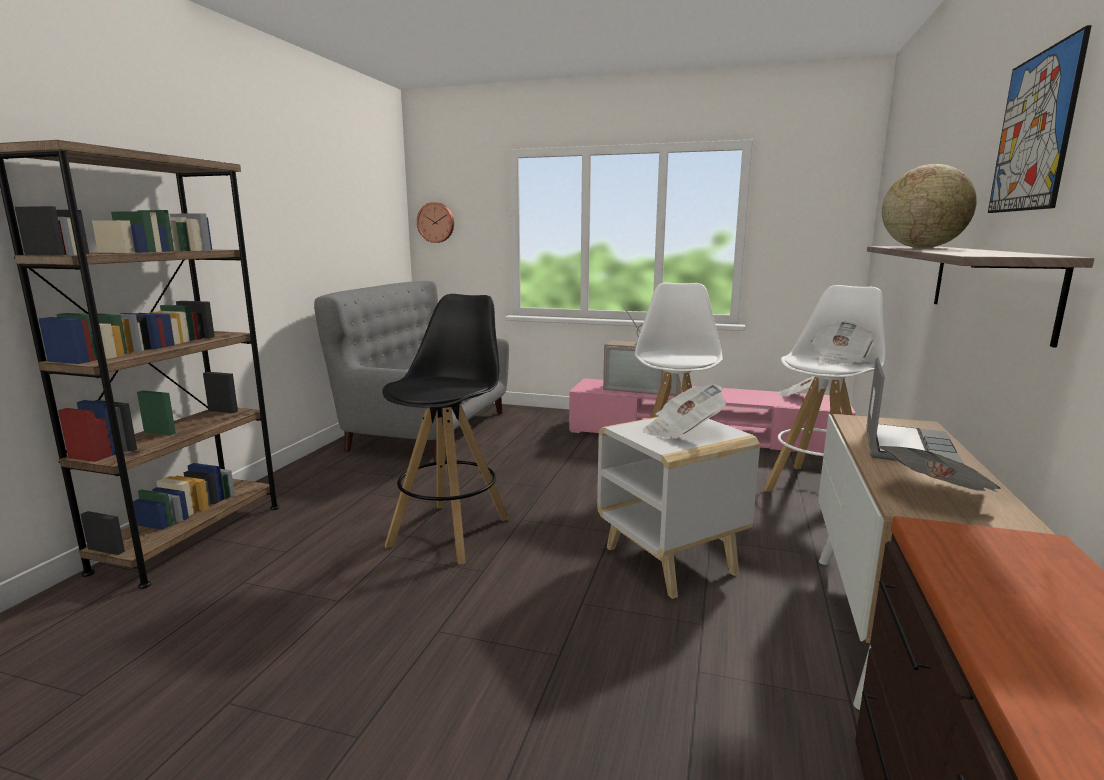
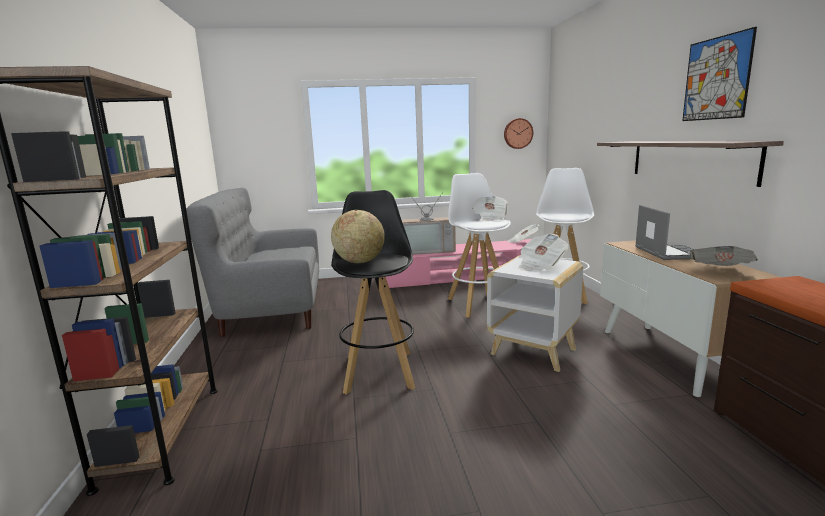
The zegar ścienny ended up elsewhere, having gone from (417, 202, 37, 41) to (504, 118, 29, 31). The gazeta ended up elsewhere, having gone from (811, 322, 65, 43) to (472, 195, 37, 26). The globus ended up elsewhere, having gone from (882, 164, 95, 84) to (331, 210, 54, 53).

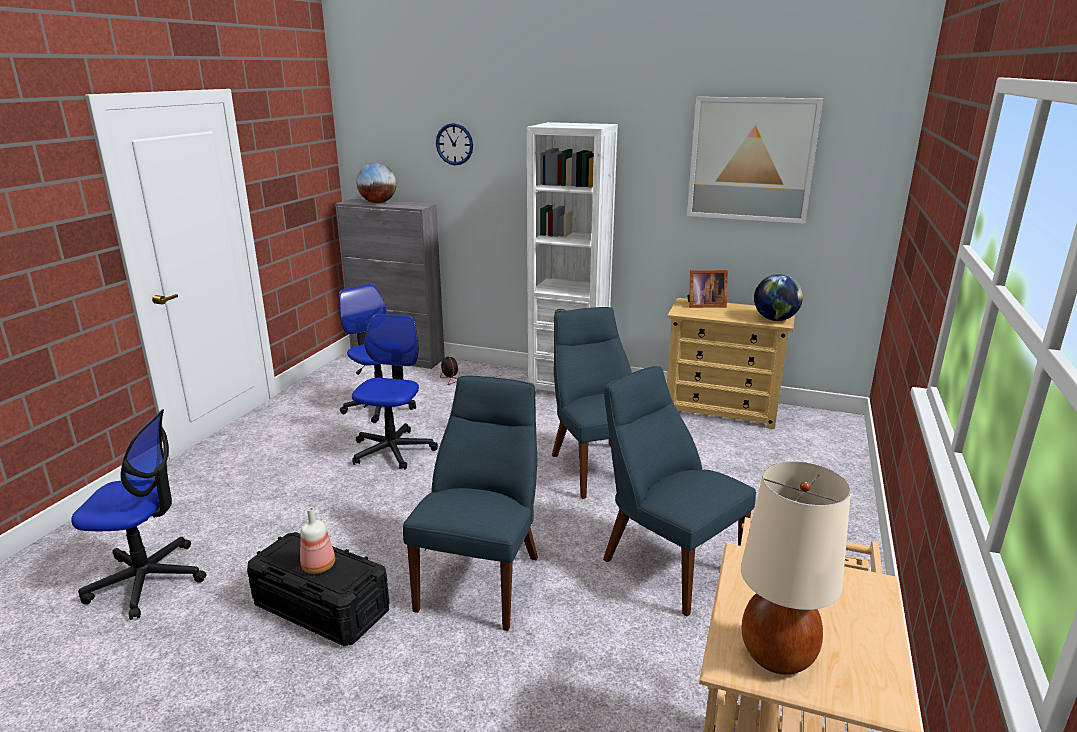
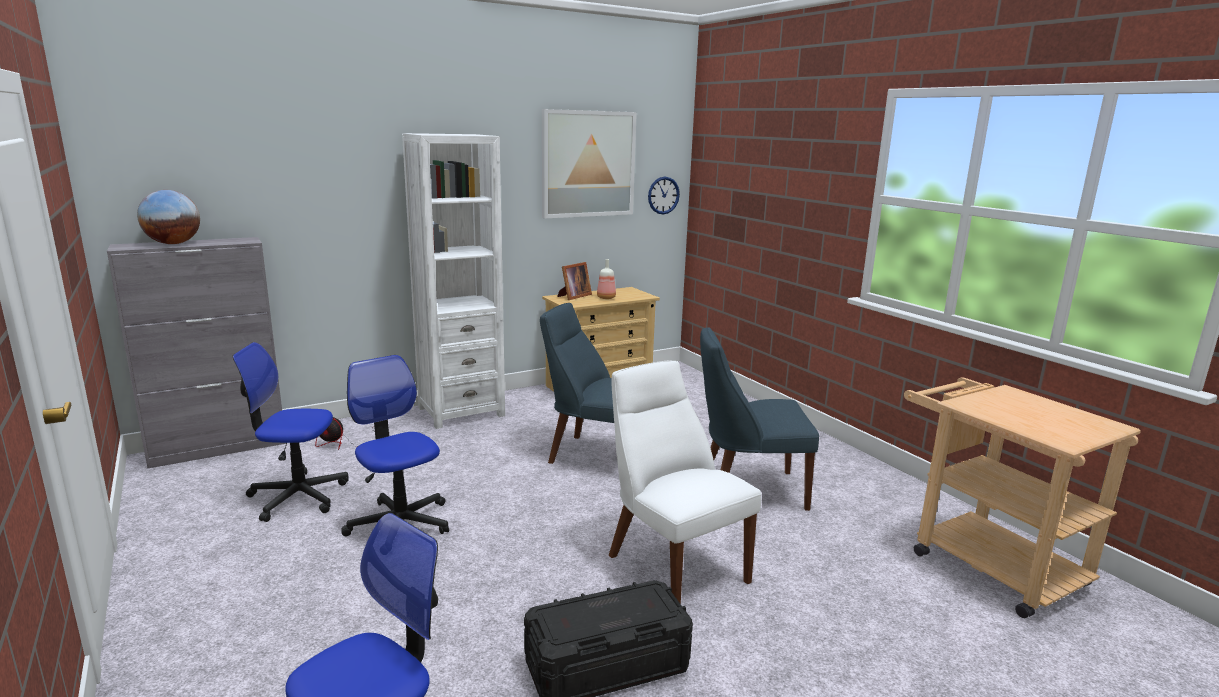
The butelka ended up elsewhere, having gone from (300, 508, 35, 66) to (597, 259, 19, 40). What was the krzesło/niebieski at (403, 376, 135, 255) turned into the krzesło/biały at (609, 360, 152, 244). The zegar ścienny ended up elsewhere, having gone from (436, 123, 37, 42) to (648, 177, 32, 38). The second view lost the lampa stołowa/beżowy at (741, 461, 110, 214). The second view lost the globus at (754, 274, 49, 47).

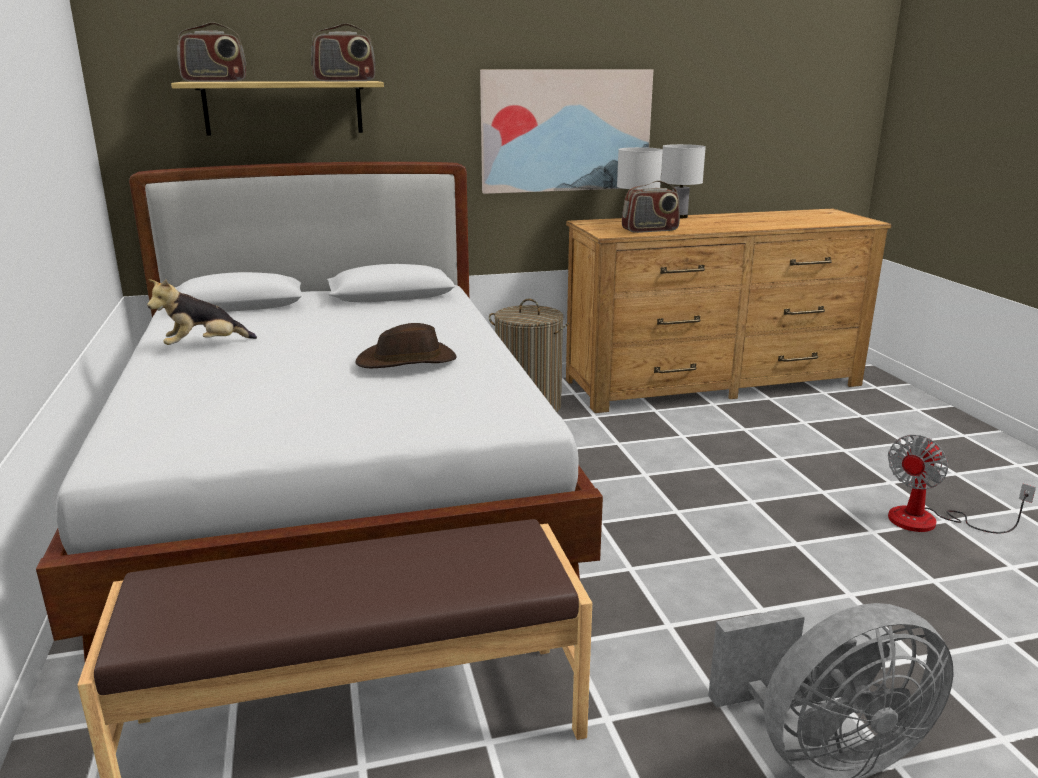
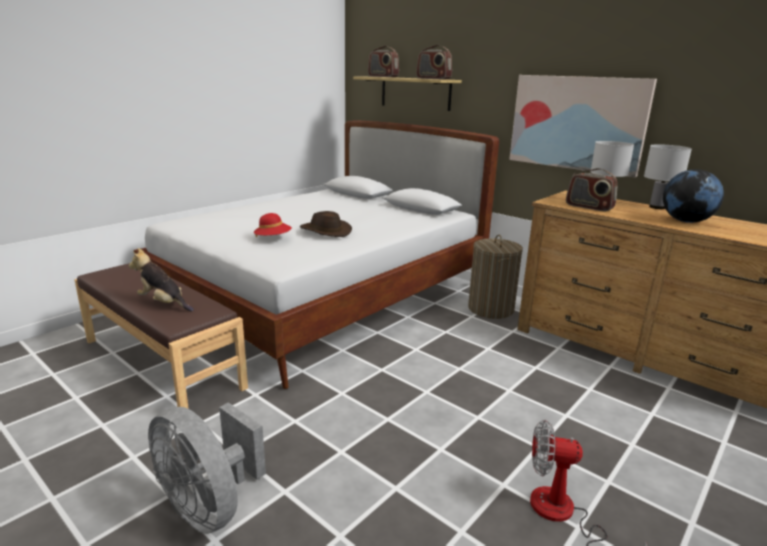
The pluszak ended up elsewhere, having gone from (147, 279, 110, 66) to (129, 248, 65, 64). The second view gained the kapelusz/czerwony at (254, 213, 38, 24). The second view gained the globus at (663, 169, 61, 54).

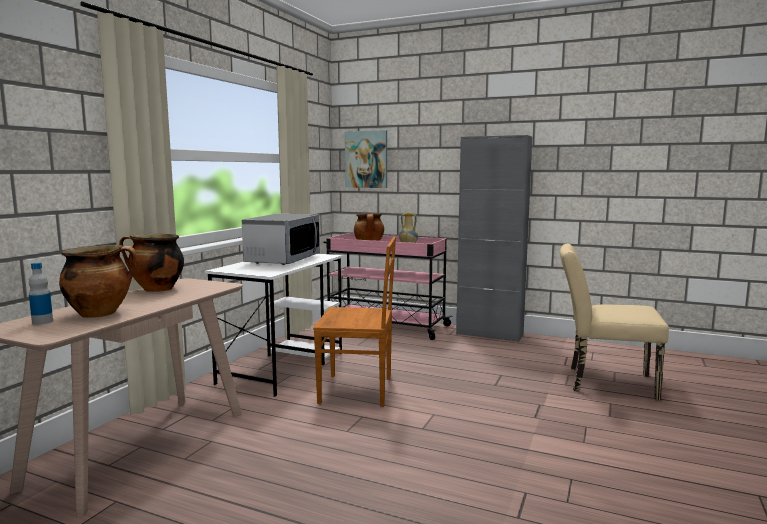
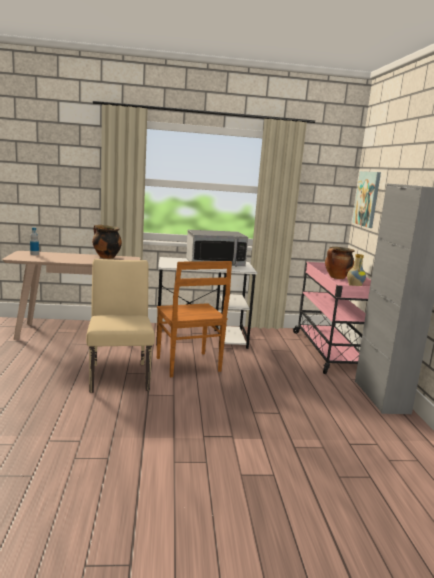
The second view lost the garnek at (59, 245, 77, 73). The krzesło/beżowy ended up elsewhere, having gone from (560, 243, 109, 158) to (86, 259, 69, 134).

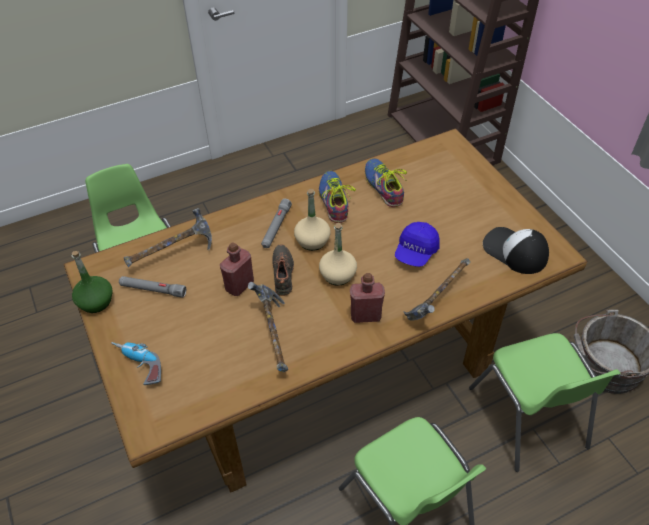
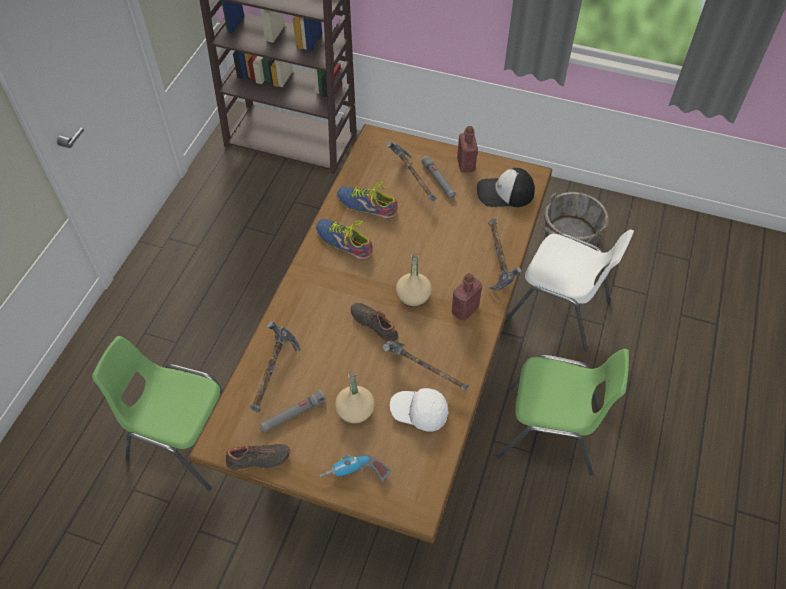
Where the butelka/zielony stood at (72, 251, 41, 62), the but/czarny came to stand at (222, 444, 68, 26). The butelka/czerwony ended up elsewhere, having gone from (220, 242, 34, 54) to (457, 126, 21, 47). The latarka/szary ended up elsewhere, having gone from (261, 199, 31, 49) to (421, 156, 35, 42). The butelka/beżowy ended up elsewhere, having gone from (294, 189, 37, 62) to (335, 370, 40, 54). The second view lost the czapka z daszkiem/niebieski at (395, 222, 45, 45). What was the krzesło/zielony at (469, 333, 151, 139) turned into the krzesło/biały at (506, 229, 128, 123). The second view gained the młotek at (386, 141, 51, 60). The second view gained the czapka z daszkiem/biały at (390, 388, 58, 44).

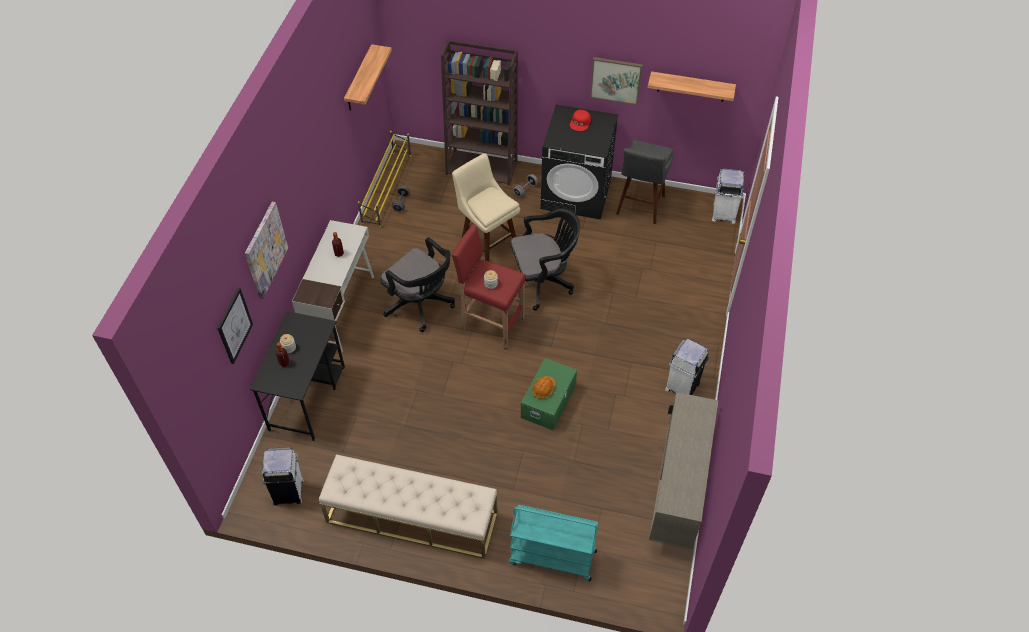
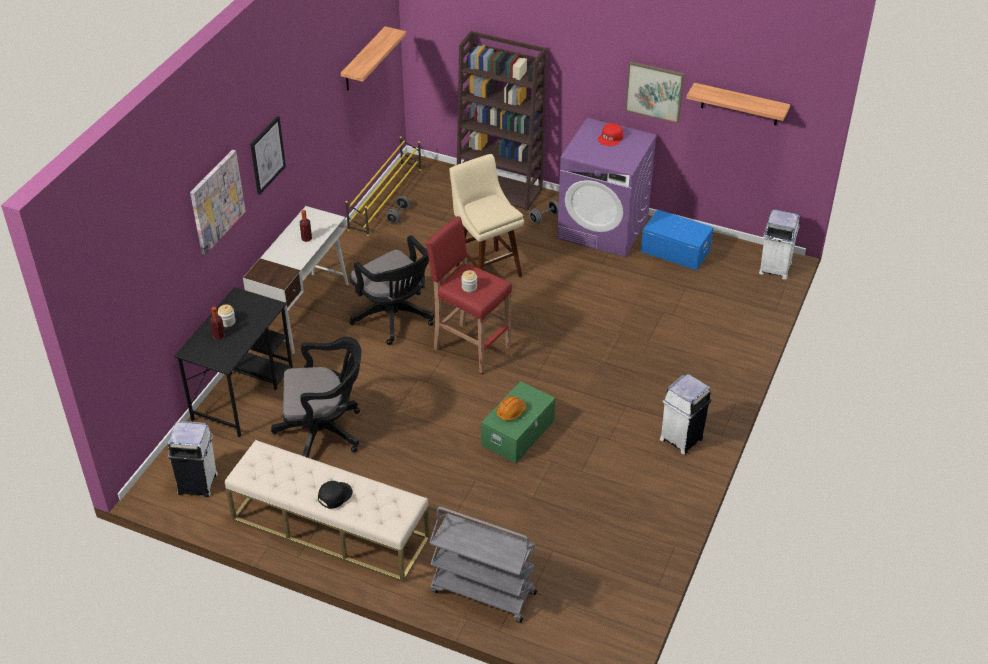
The obraz ended up elsewhere, having gone from (217, 288, 36, 76) to (250, 116, 36, 79). What was the wózek/turkusowy at (509, 505, 89, 76) turned into the wózek/szary at (430, 507, 107, 116). The krzesło biurowe/czarny ended up elsewhere, having gone from (510, 208, 70, 103) to (271, 337, 91, 121). What was the pralka/czarny at (541, 105, 77, 114) turned into the pralka/fioletowy at (557, 118, 100, 139). Where the stołek/szary stood at (616, 140, 58, 84), the pojemnik do przechowywania/niebieski came to stand at (641, 209, 73, 61). The second view lost the szafka/beżowy at (649, 392, 69, 157). The second view gained the czapka z daszkiem/czarny at (318, 481, 34, 28).

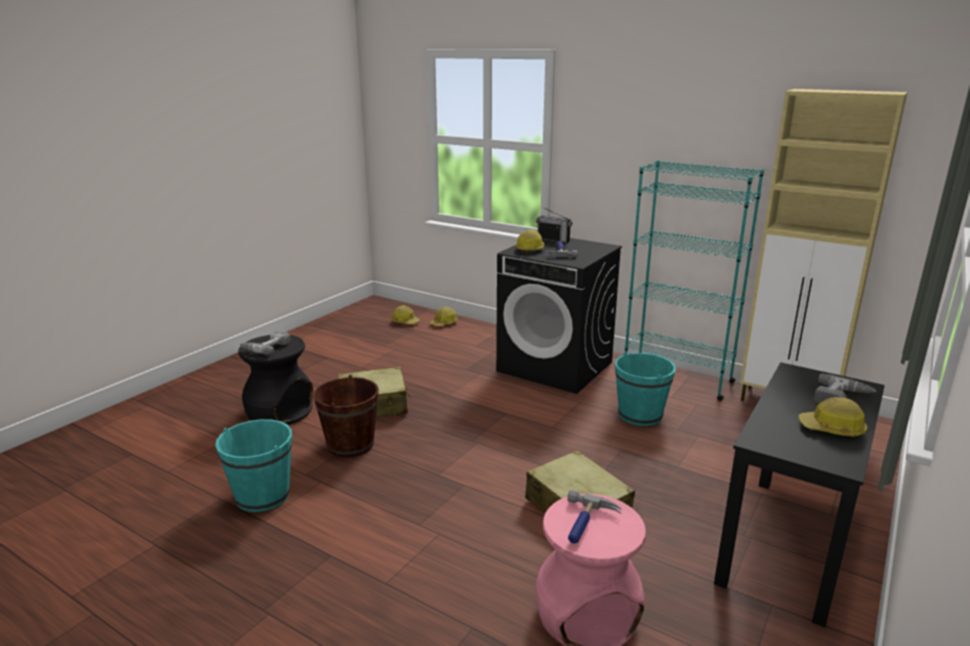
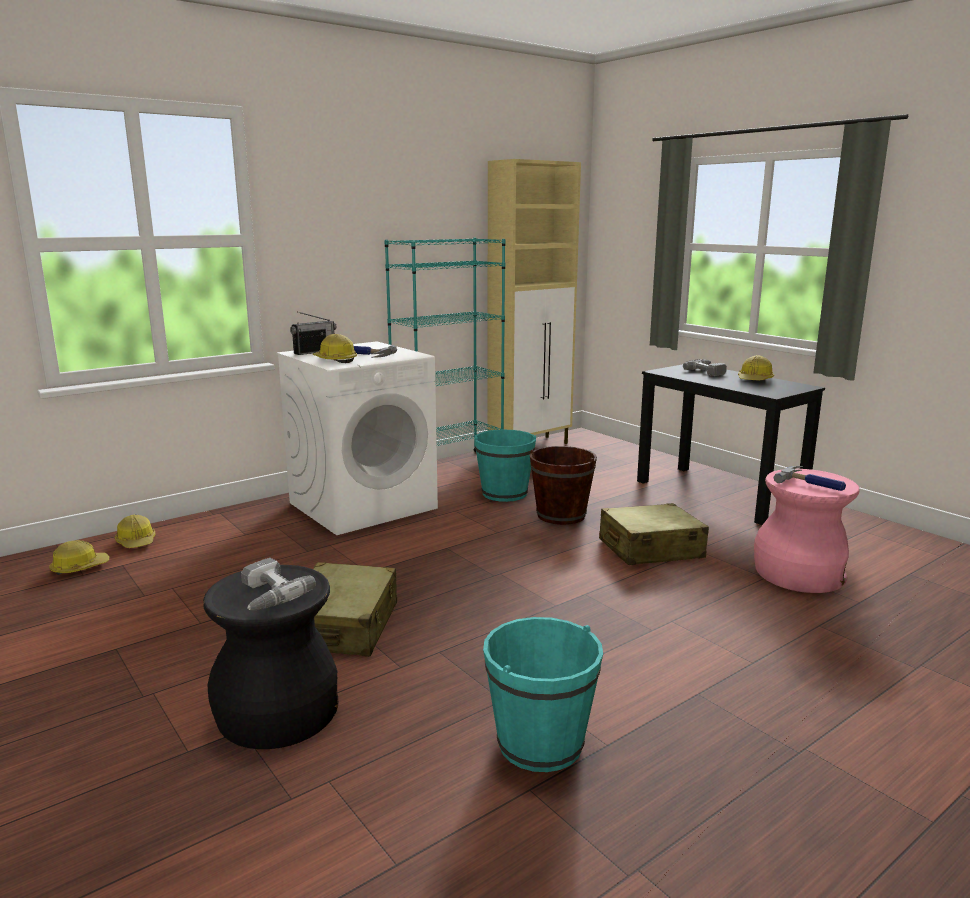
The wiadro/brązowy ended up elsewhere, having gone from (313, 375, 66, 82) to (529, 446, 68, 79). What was the pralka/czarny at (496, 238, 126, 156) turned into the pralka/biały at (277, 341, 161, 194).

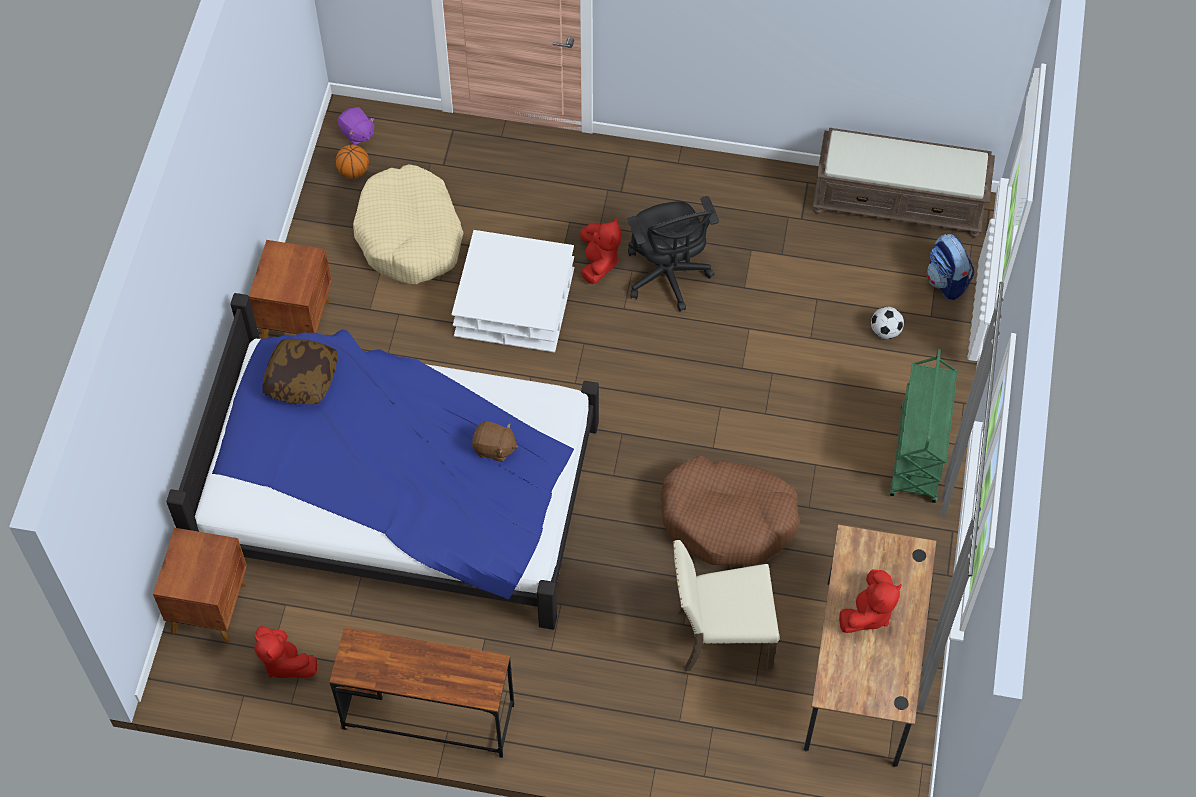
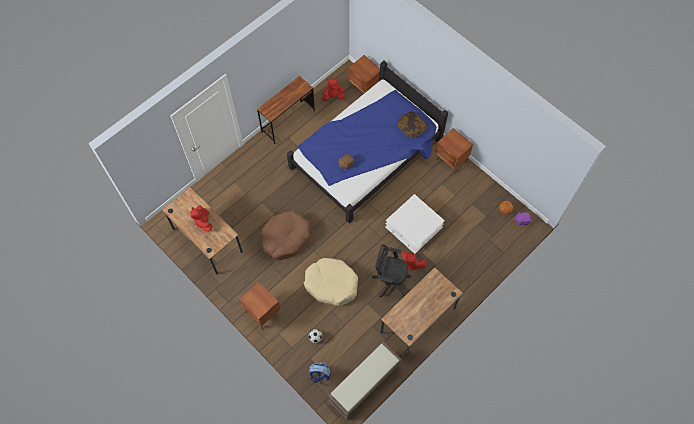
The legowisko/beżowy ended up elsewhere, having gone from (353, 164, 110, 120) to (304, 258, 54, 48). The second view lost the krzesło/beżowy at (673, 540, 107, 131). Where the wózek/zielony stood at (890, 349, 67, 154), the szafka nocna/brązowy came to stand at (240, 282, 40, 47). The second view gained the biurko/brązowy at (380, 267, 83, 91).

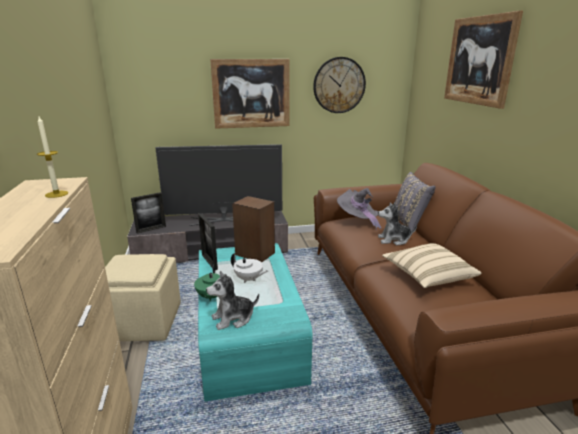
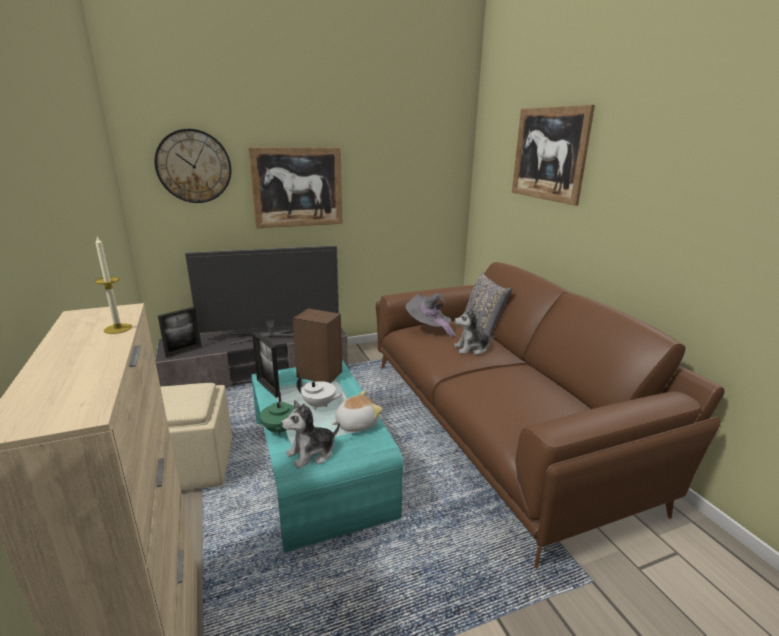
The zegar ścienny ended up elsewhere, having gone from (313, 57, 53, 56) to (154, 129, 77, 74). The second view lost the poduszka/beżowy at (382, 243, 99, 45). The second view gained the pluszak at (332, 391, 50, 41).

